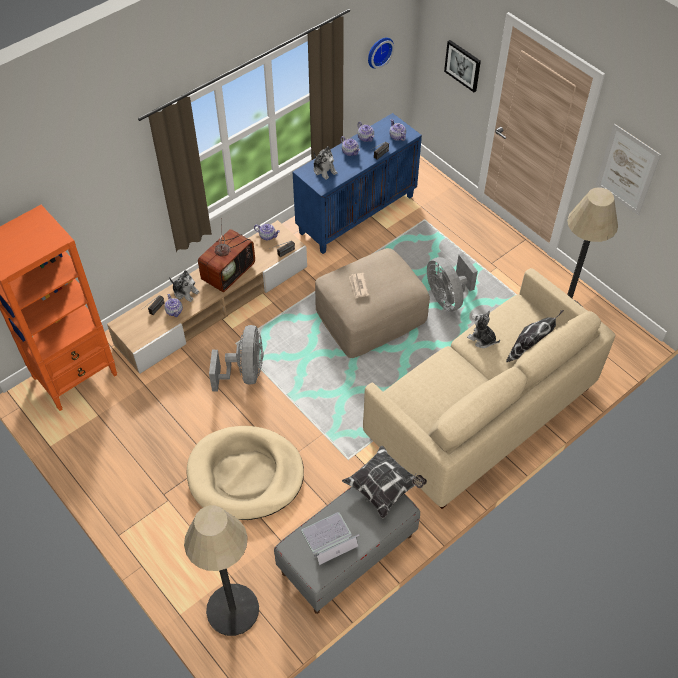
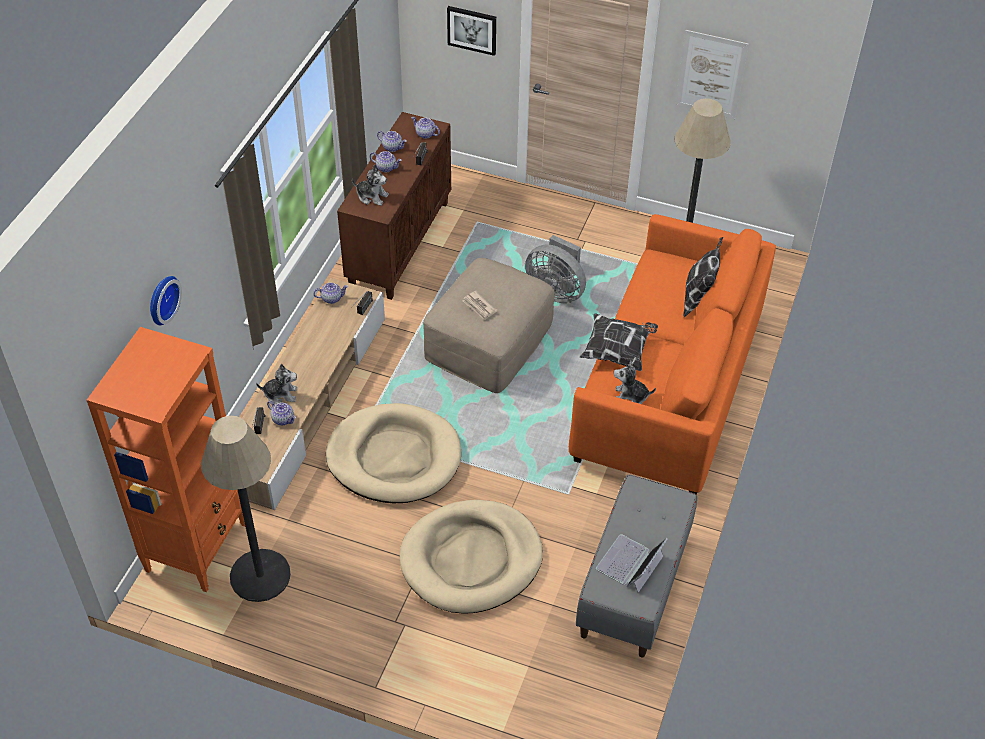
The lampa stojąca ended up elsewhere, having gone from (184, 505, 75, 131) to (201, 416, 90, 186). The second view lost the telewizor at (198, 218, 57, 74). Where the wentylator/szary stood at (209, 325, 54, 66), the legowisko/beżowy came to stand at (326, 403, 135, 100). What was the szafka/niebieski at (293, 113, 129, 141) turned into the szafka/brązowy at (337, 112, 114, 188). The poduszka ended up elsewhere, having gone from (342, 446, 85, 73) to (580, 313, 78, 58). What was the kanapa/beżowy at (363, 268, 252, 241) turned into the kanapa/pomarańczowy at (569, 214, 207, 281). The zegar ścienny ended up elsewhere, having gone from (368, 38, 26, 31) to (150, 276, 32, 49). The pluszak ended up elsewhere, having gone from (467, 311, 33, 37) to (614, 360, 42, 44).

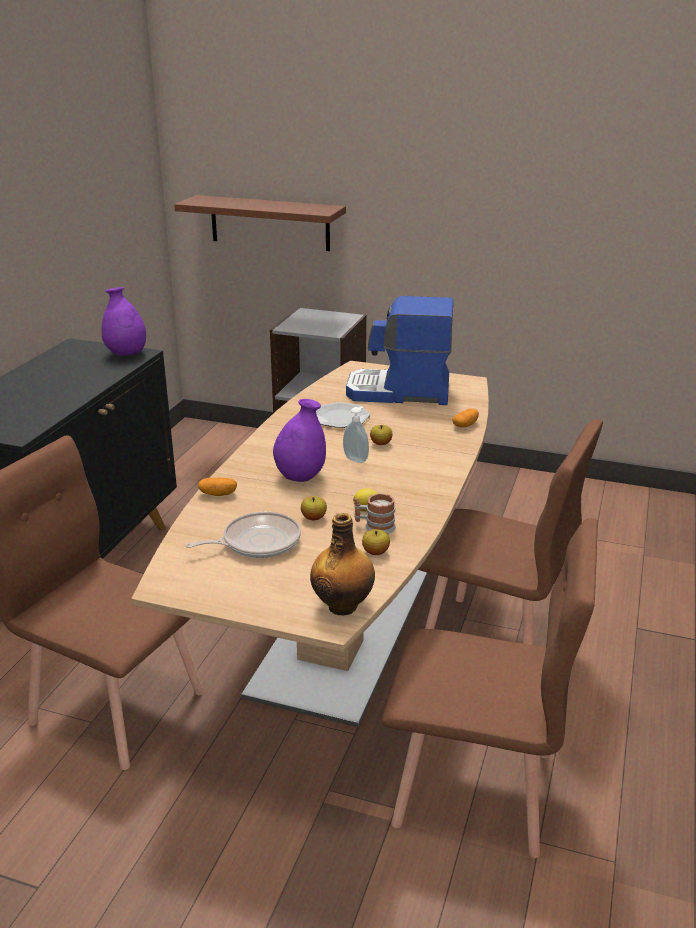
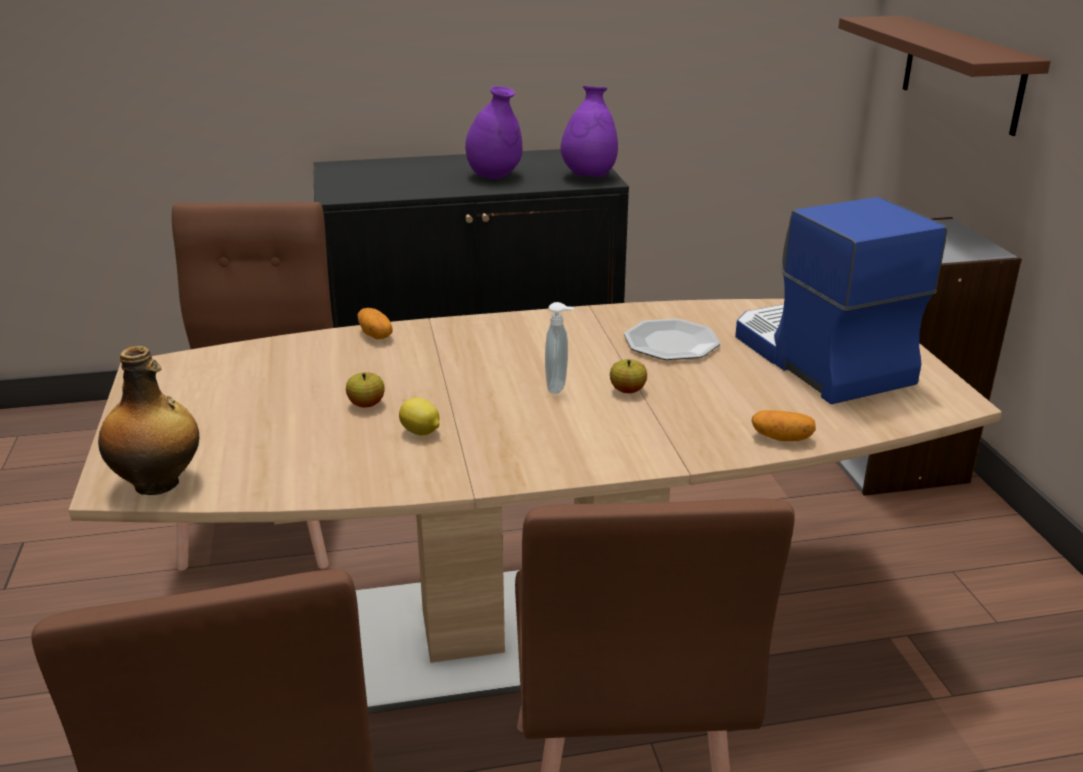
The second view lost the patelnia at (185, 512, 116, 46). The wazon/fioletowy ended up elsewhere, having gone from (273, 399, 53, 83) to (465, 86, 57, 93). The second view lost the kubek at (354, 493, 42, 41). The second view lost the jabłko at (362, 529, 28, 26).

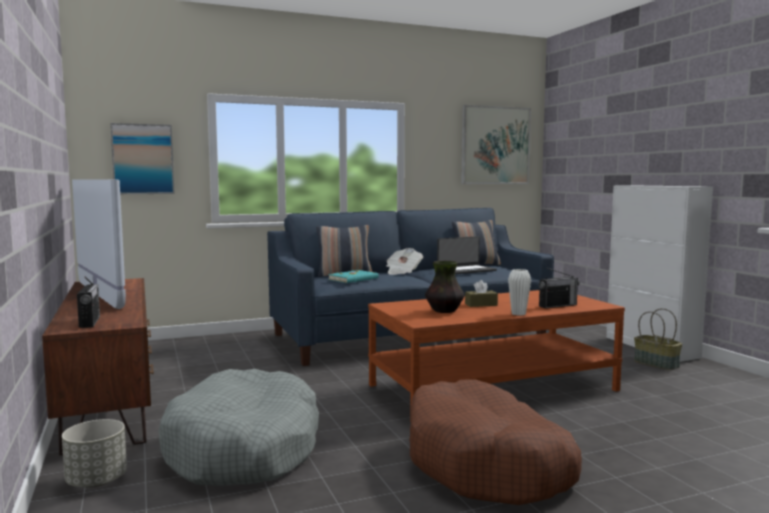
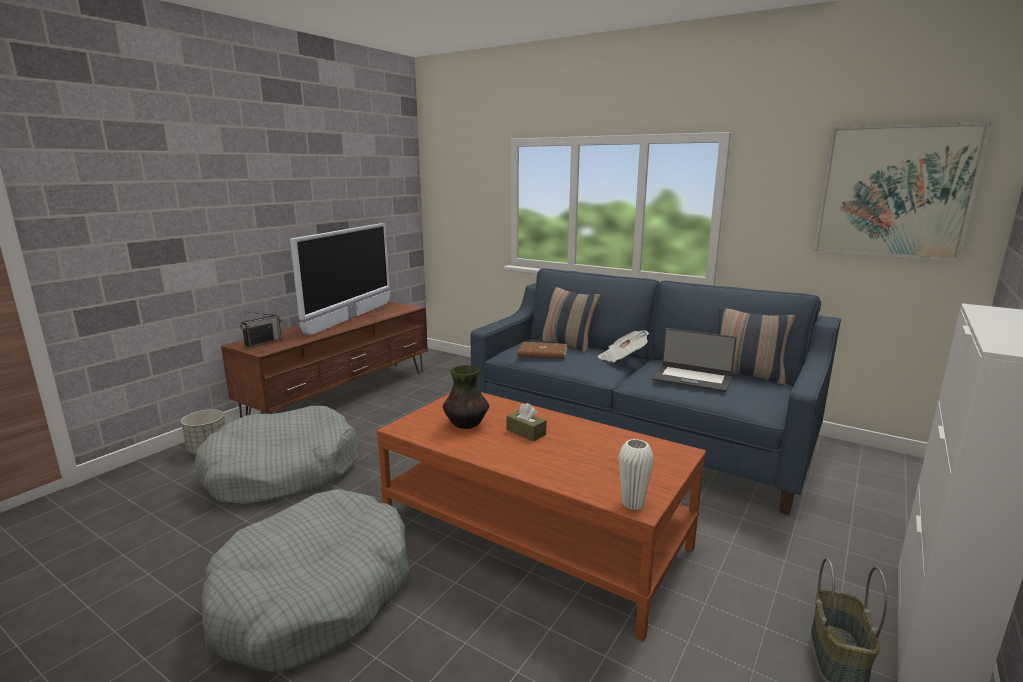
The second view lost the obraz at (110, 123, 65, 71). What was the książka/turkusowy at (328, 270, 51, 13) turned into the książka/brązowy at (518, 342, 49, 17). What was the legowisko/brązowy at (409, 379, 173, 126) turned into the legowisko/szary at (202, 489, 207, 183). The wazon/biały ended up elsewhere, having gone from (508, 269, 23, 47) to (619, 439, 35, 71). The second view lost the radio at (539, 268, 41, 40).

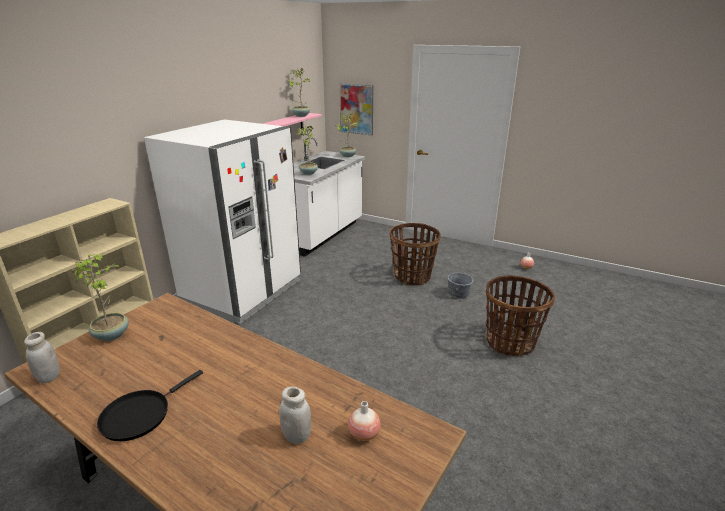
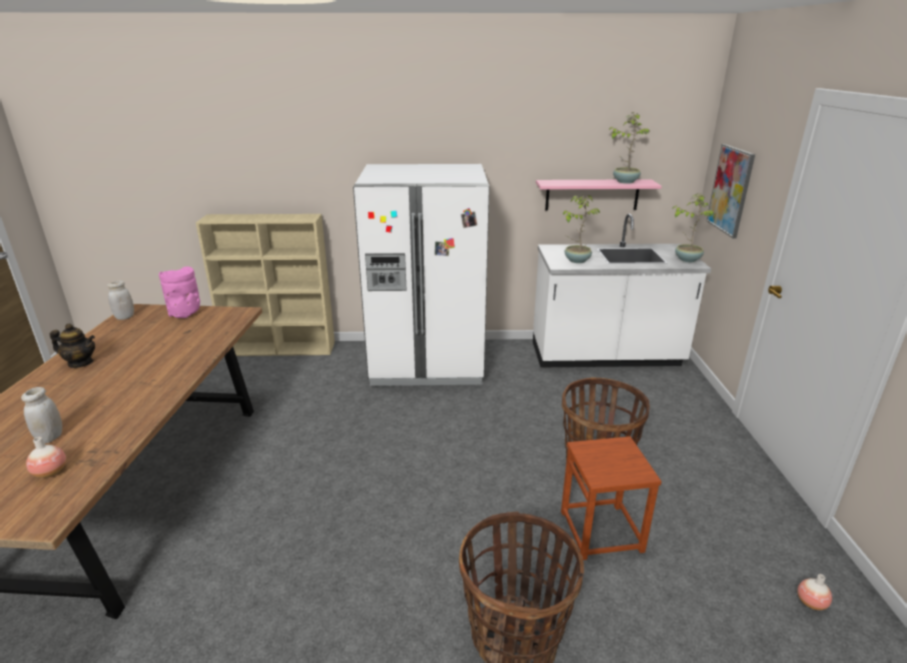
Where the roślina doniczkowa stood at (72, 254, 57, 87), the wazon/różowy came to stand at (159, 266, 41, 52). Where the patelnia/czarny stood at (97, 370, 106, 71), the imbryk came to stand at (50, 324, 45, 44). Where the wiadro/szary stood at (448, 269, 25, 30), the stołek/brązowy came to stand at (561, 436, 101, 124).

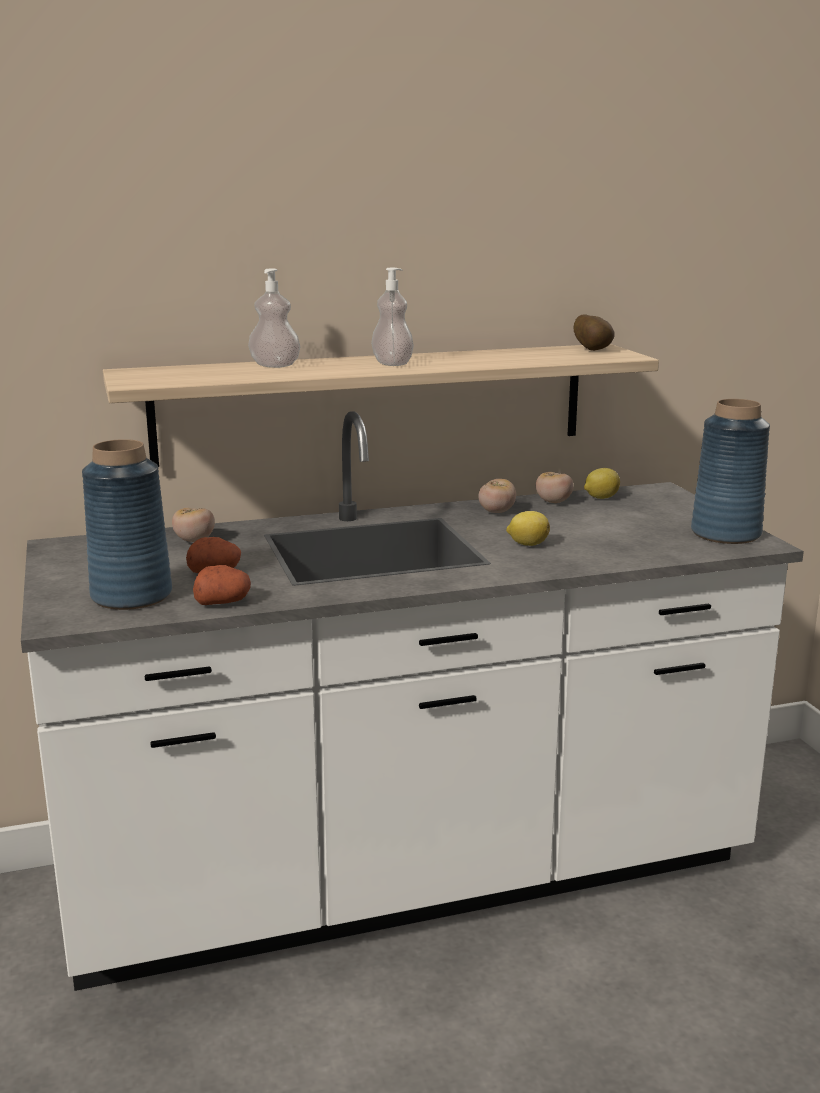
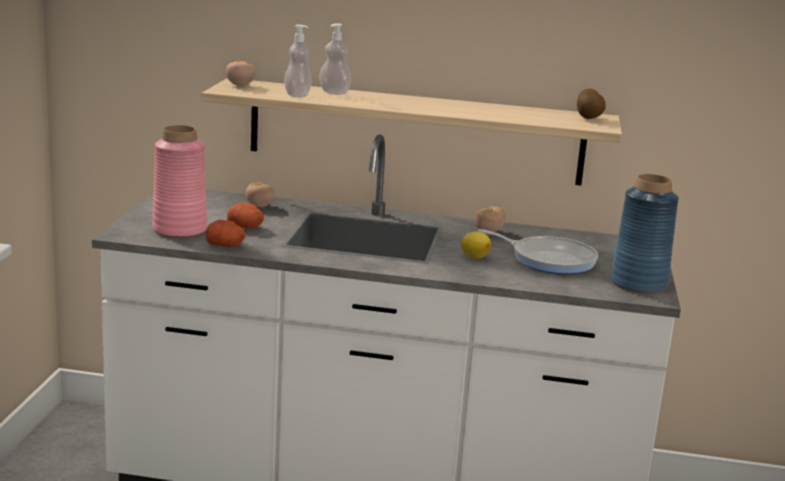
What was the wazon/niebieski at (82, 439, 90, 171) turned into the wazon/różowy at (152, 125, 55, 113). The dozownik mydła ended up elsewhere, having gone from (371, 268, 43, 98) to (284, 25, 28, 73). The pomidor ended up elsewhere, having gone from (536, 472, 38, 31) to (226, 61, 29, 25). The second view lost the cytryna at (584, 468, 36, 31). The second view gained the patelnia at (478, 229, 120, 45).

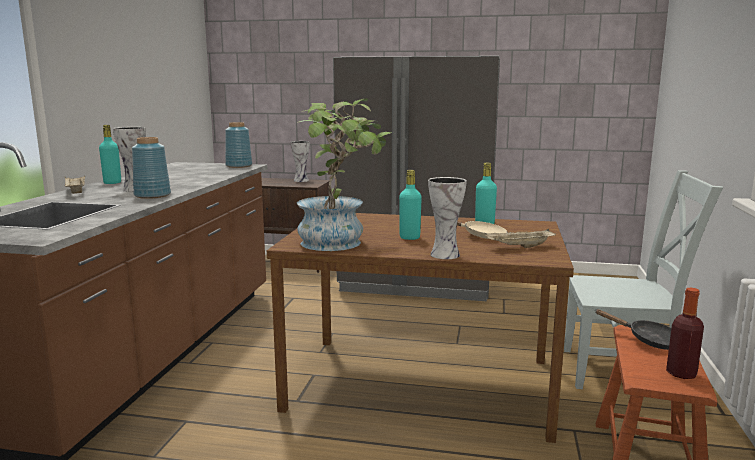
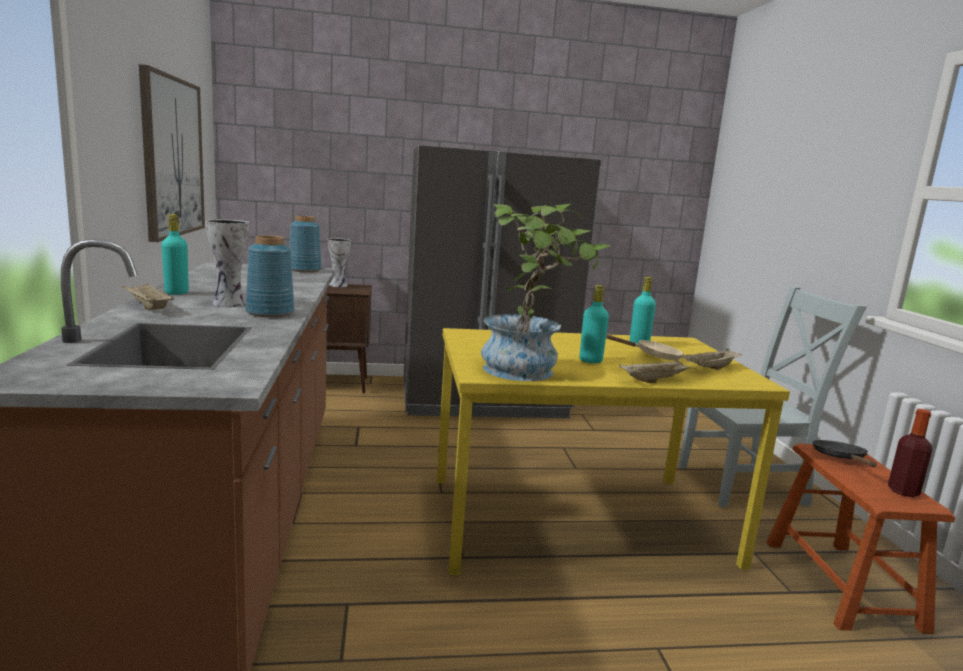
What was the stół jadalny/brązowy at (267, 213, 307, 230) turned into the stół jadalny/żółty at (437, 328, 353, 247). Where the wazon stood at (428, 177, 39, 82), the taca/beżowy came to stand at (619, 359, 78, 24). The patelnia/czarny at (596, 309, 75, 41) ended up facing another way, 105 degrees counterclockwise from before. The second view gained the obraz at (139, 64, 66, 178).

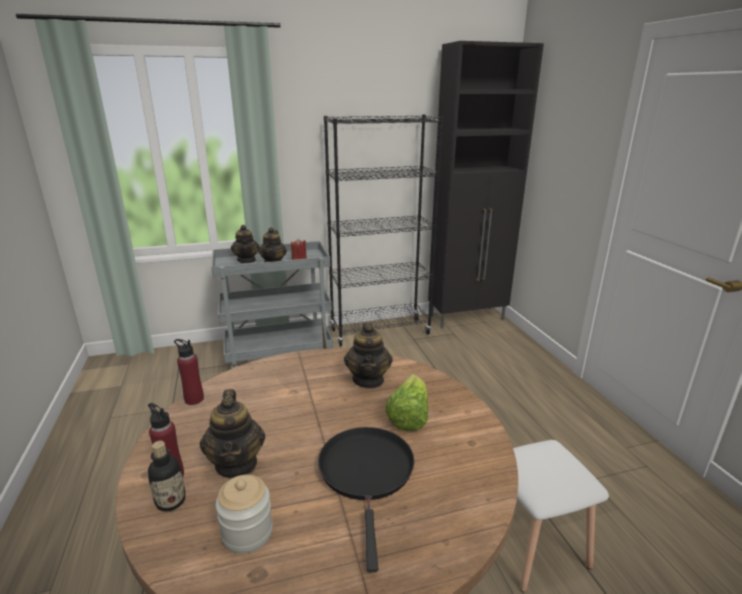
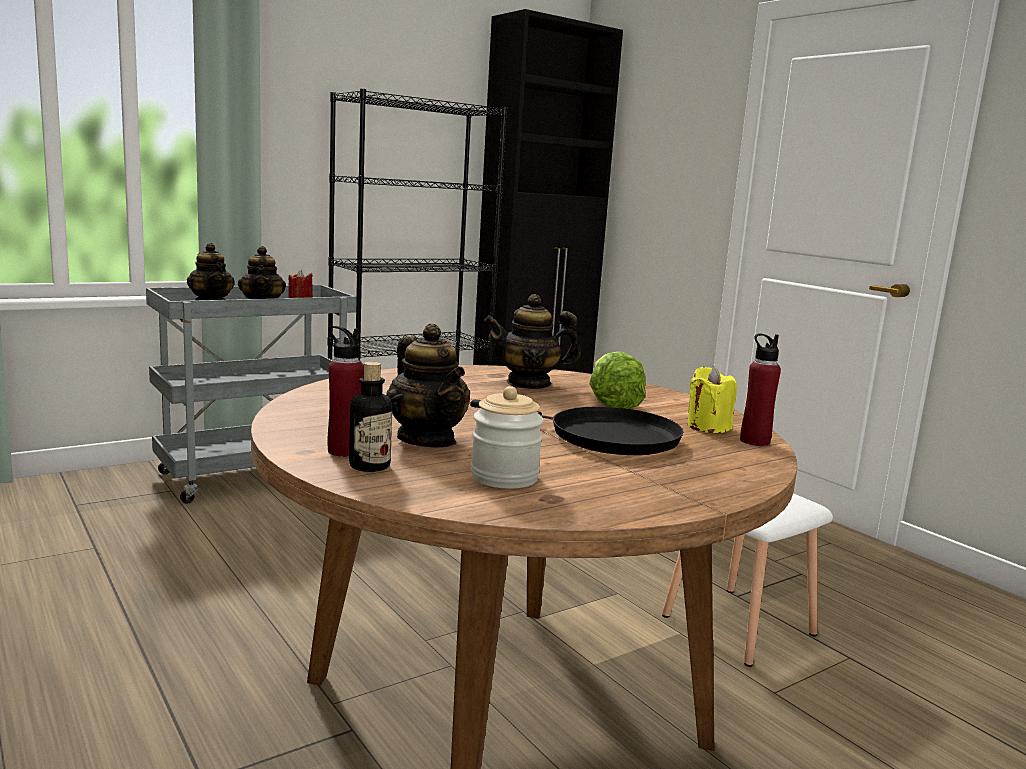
The butelka/czerwony ended up elsewhere, having gone from (174, 339, 30, 66) to (740, 333, 41, 113). The patelnia/czarny at (318, 427, 96, 145) ended up facing another way, 135 degrees clockwise from before. The imbryk at (344, 322, 49, 67) ended up facing another way, 105 degrees clockwise from before. The second view gained the świeca/żółty at (687, 366, 50, 67).

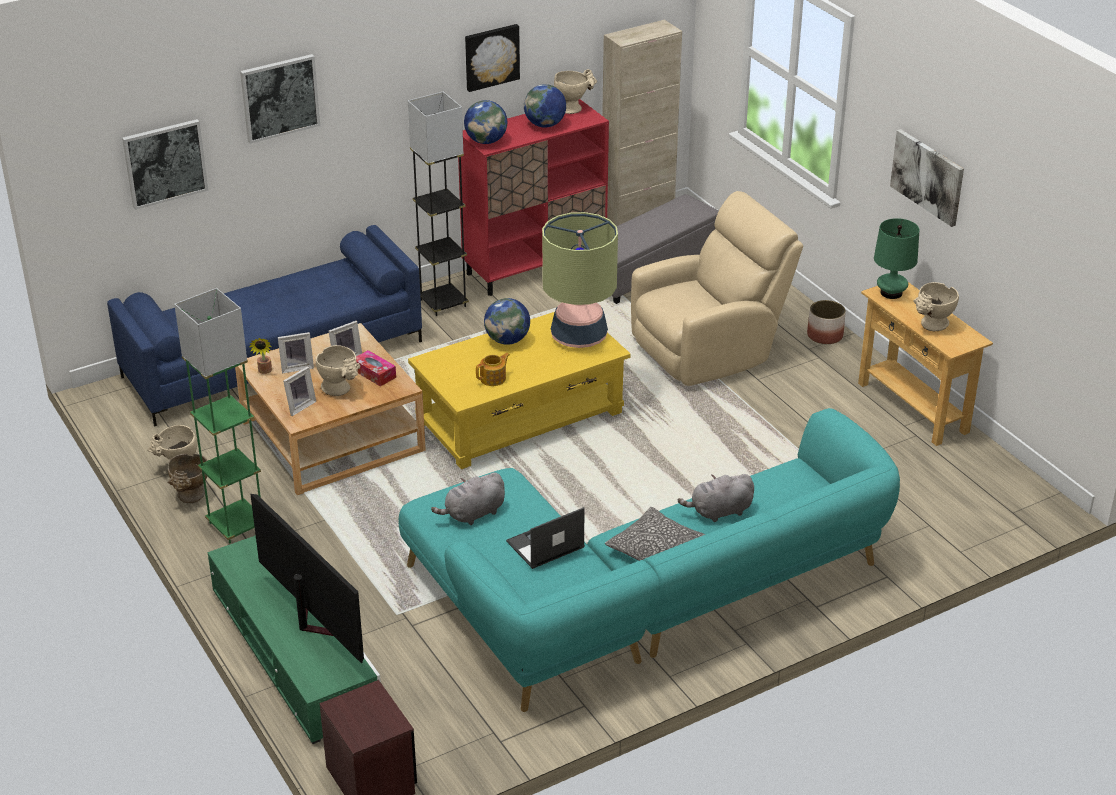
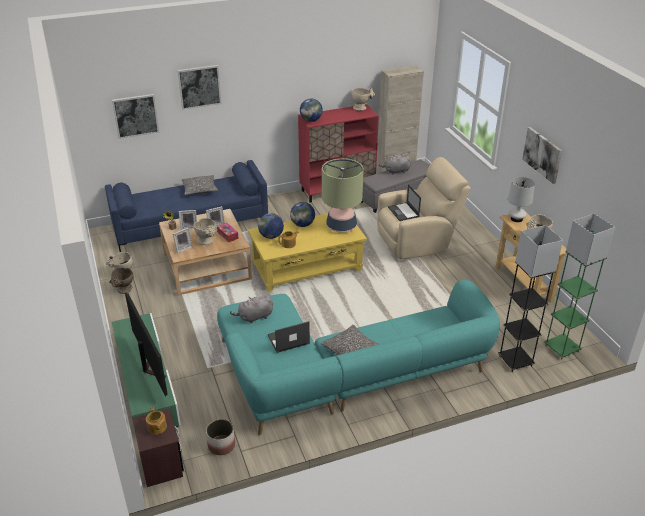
The lampa stojąca/zielony ended up elsewhere, having gone from (174, 288, 87, 255) to (544, 214, 71, 146). The lampa stojąca/szary ended up elsewhere, having gone from (408, 92, 61, 224) to (498, 225, 65, 147). The second view lost the obraz at (465, 24, 55, 68). The globus ended up elsewhere, having gone from (524, 84, 42, 44) to (258, 213, 26, 26). The pluszak/szary ended up elsewhere, having gone from (678, 474, 76, 48) to (379, 155, 32, 19). The donica ended up elsewhere, having gone from (807, 300, 39, 44) to (206, 419, 29, 36). What was the lampa stołowa/zielony at (874, 218, 45, 81) turned into the lampa stołowa/biały at (508, 177, 27, 45). The second view gained the imbryk at (146, 407, 21, 28). The second view gained the poduszka at (182, 175, 36, 20). The second view gained the laptop at (388, 184, 33, 37).

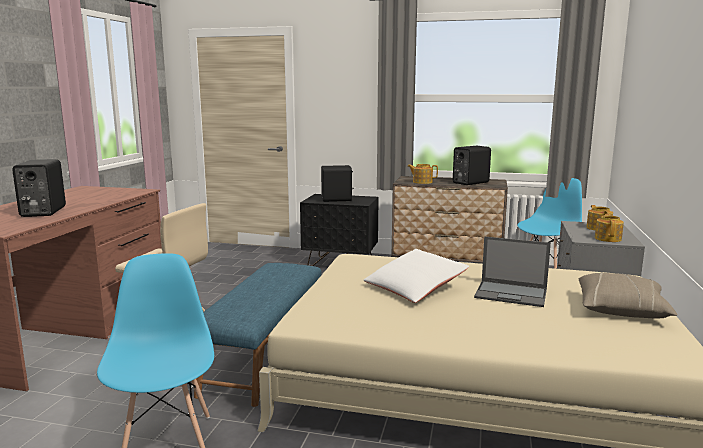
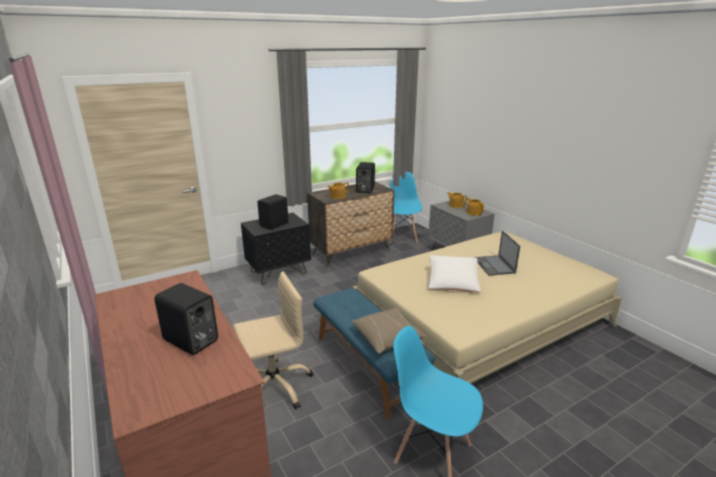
The laptop at (474, 236, 77, 71) ended up facing another way, 105 degrees clockwise from before. The poduszka/beżowy ended up elsewhere, having gone from (579, 272, 99, 46) to (351, 308, 77, 46).

